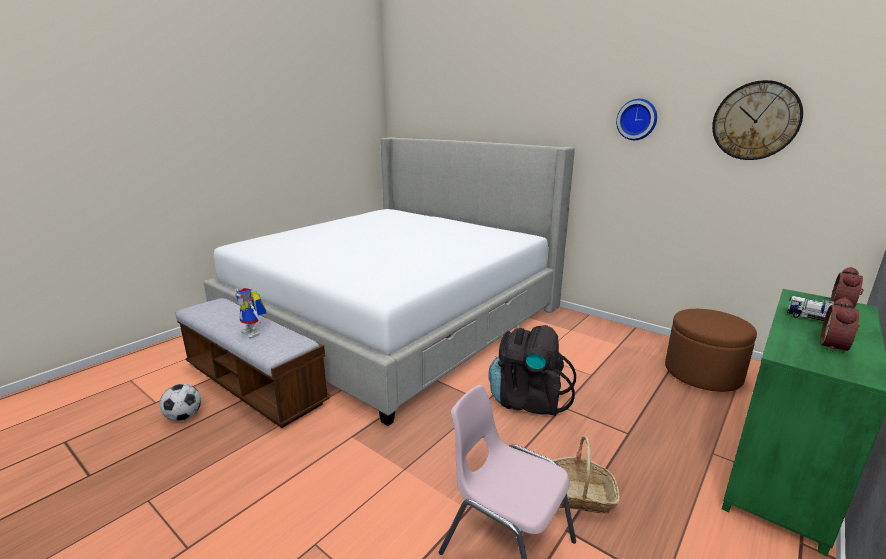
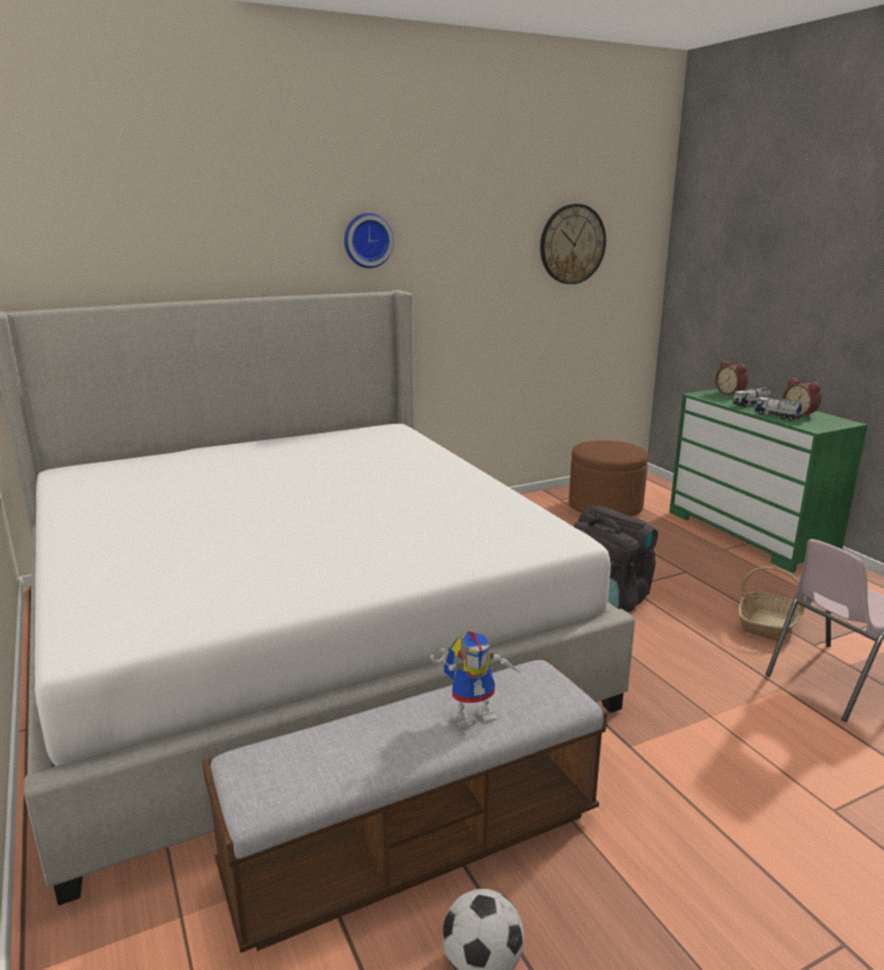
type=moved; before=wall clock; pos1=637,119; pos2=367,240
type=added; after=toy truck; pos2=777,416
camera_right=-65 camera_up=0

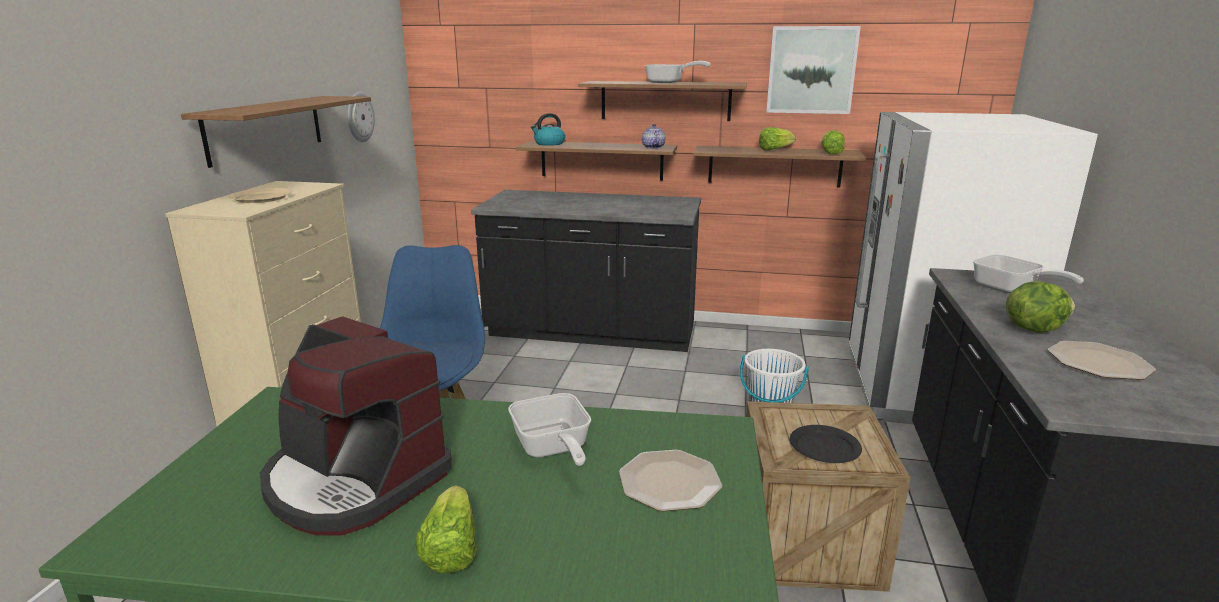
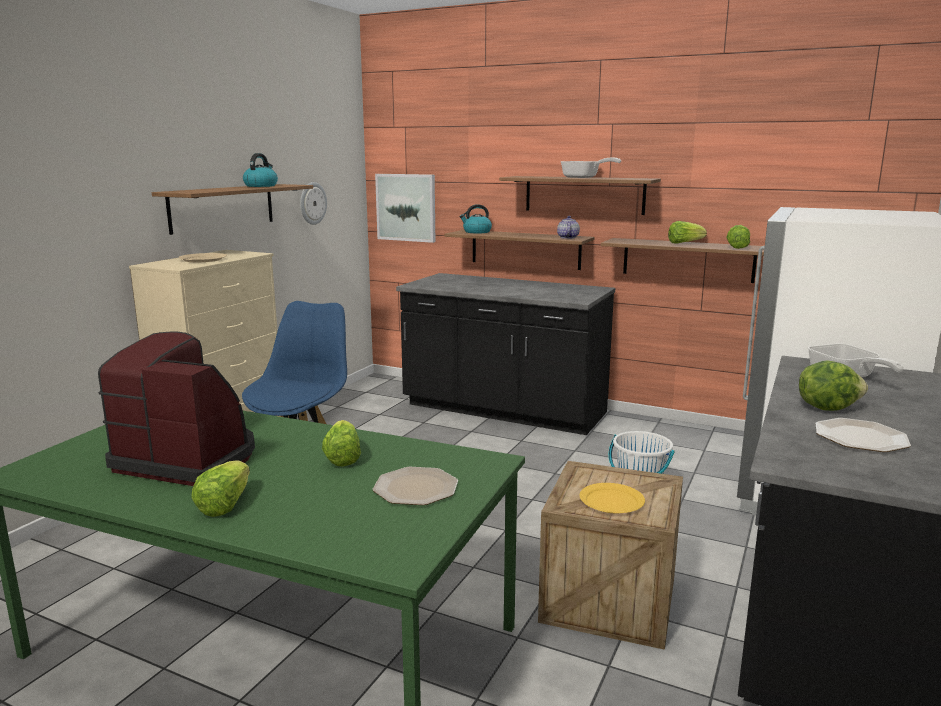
type=moved; before=picture; pos1=811,70; pos2=406,207
type=turned; before=coffee machine; pos1=354,480; pos2=188,459; turn=150
type=replaced; before=frying pan; after=lettuce; pos1=552,449; pos2=343,457
type=recoloured; before=black plate; after=yellow plate; pos1=825,447; pos2=611,501
type=added; after=kettle; pos2=261,186
camera_right=15 camera_up=-5

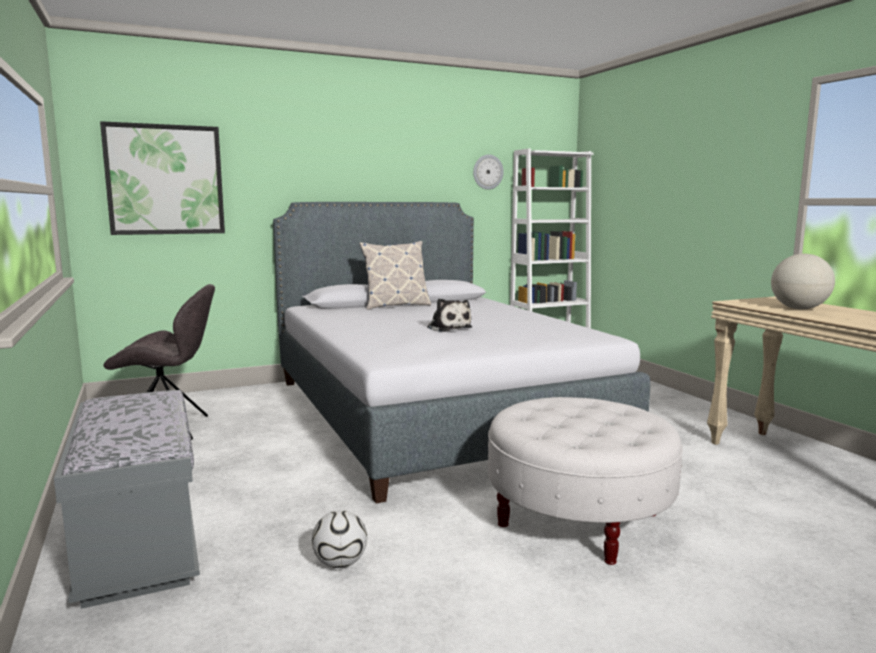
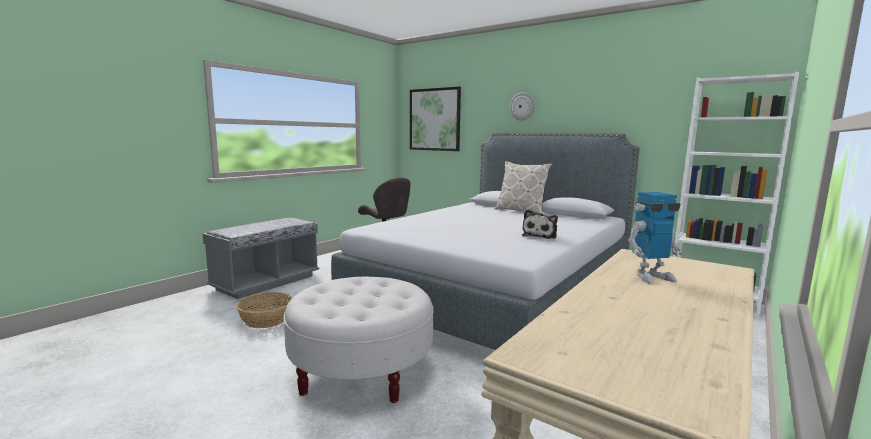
type=moved; before=wall clock; pos1=487,172; pos2=522,106
type=replaced; before=globe; after=toy robot; pos1=799,309; pos2=651,277
type=moved; before=plush toy; pos1=448,328; pos2=540,235
type=replaced; before=football; after=basket; pos1=340,563; pos2=266,319
camera_right=60 camera_up=0

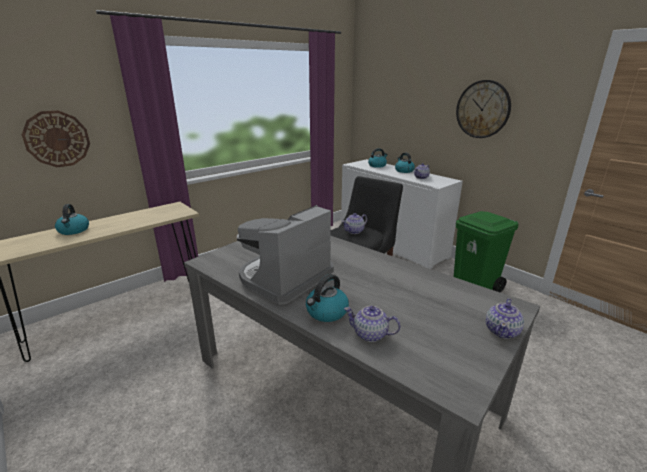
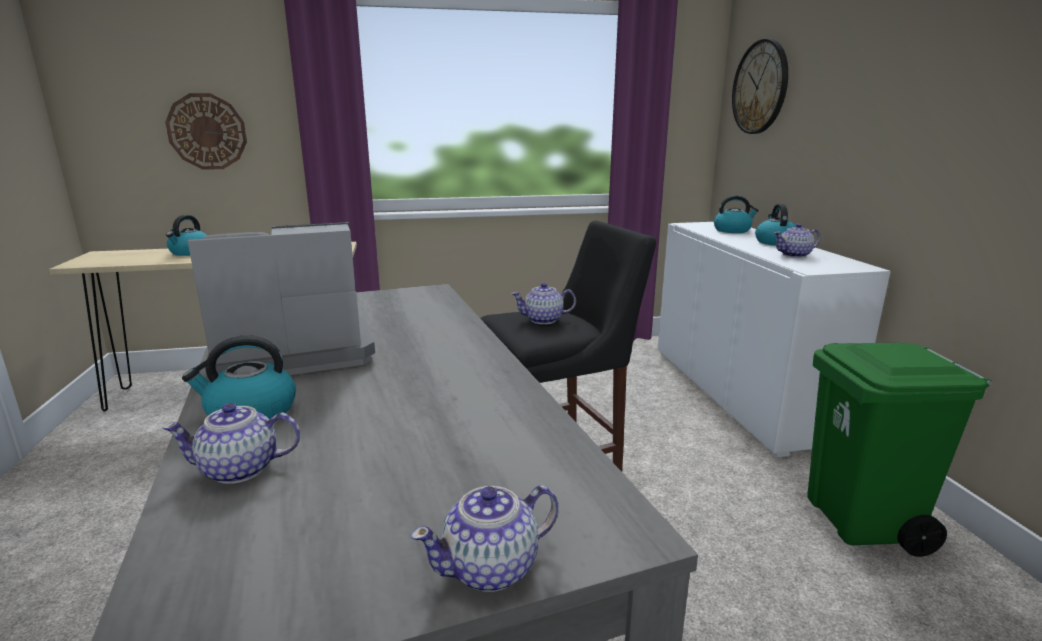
type=moved; before=wall clock; pos1=483,109; pos2=760,87
type=turned; before=teapot; pos1=370,334; pos2=240,469; turn=-60
camera_right=30 camera_up=-5

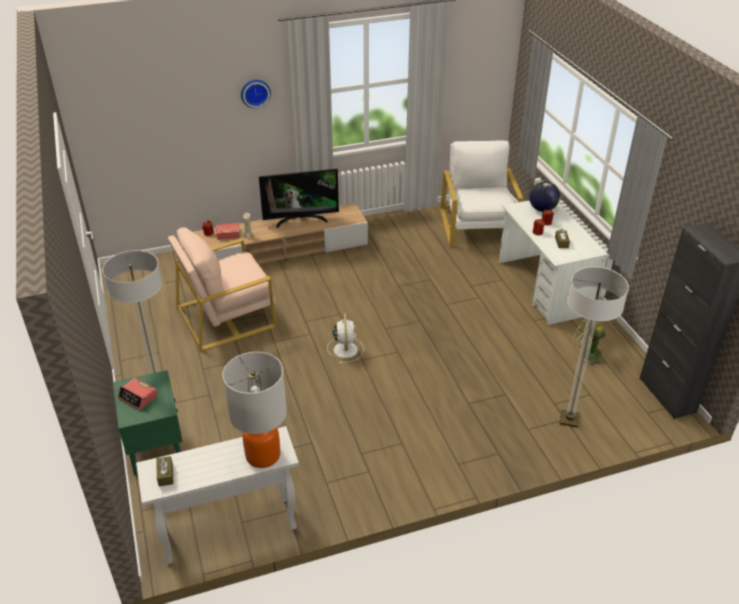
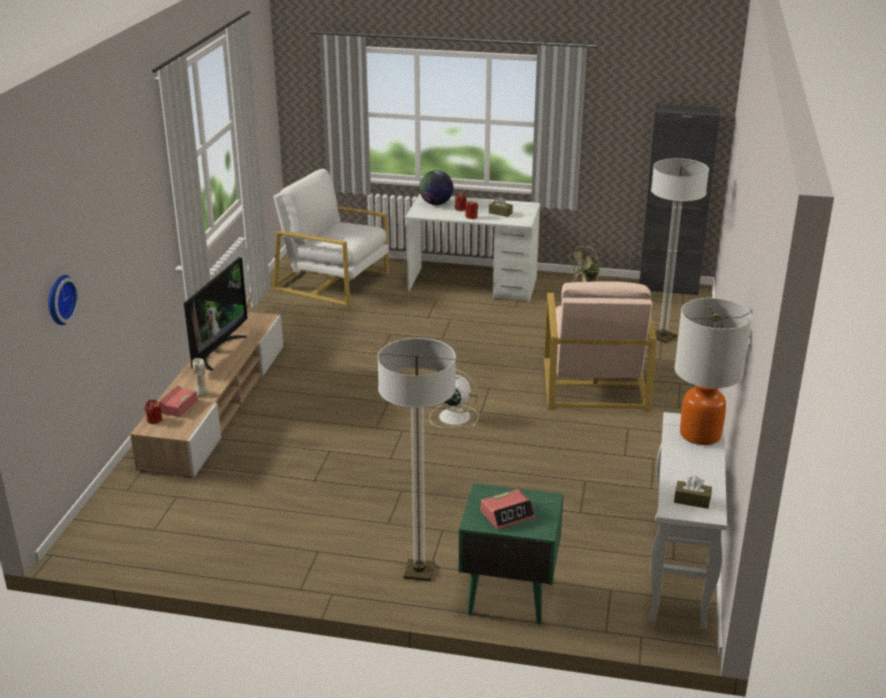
type=moved; before=wall clock; pos1=255,93; pos2=59,299
type=moved; before=beige armchair; pos1=226,316; pos2=595,383
camera_right=-60 camera_up=-10

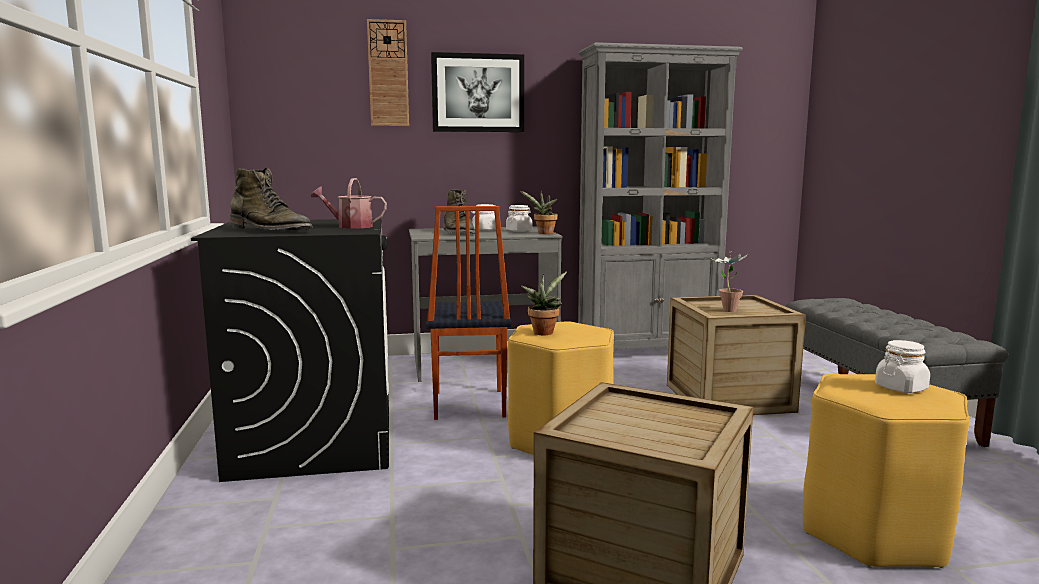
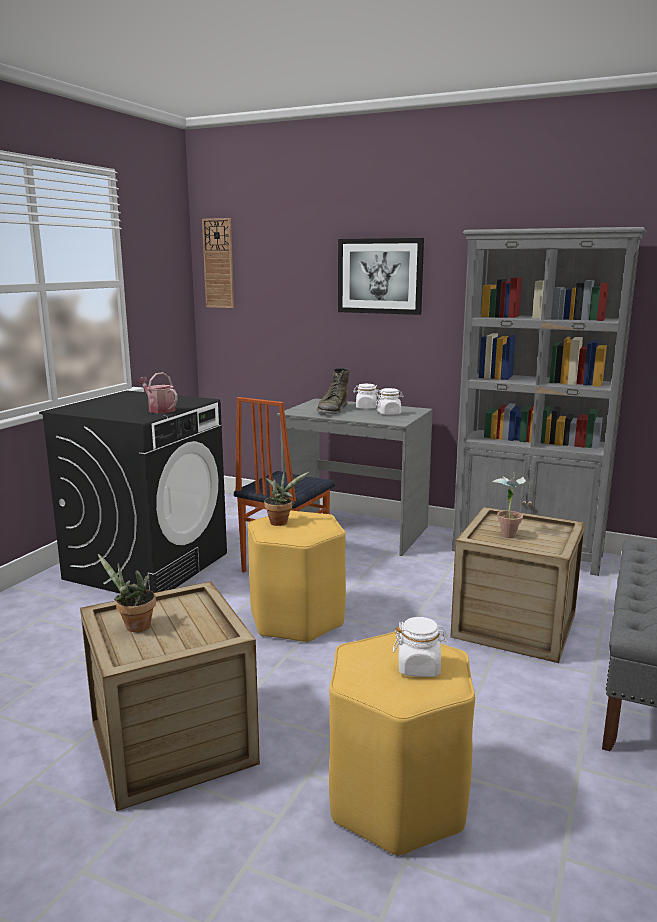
type=moved; before=wall clock; pos1=388,73; pos2=218,263
type=removed; before=green boot; pos1=270,230
type=moved; before=potted plant; pos1=543,233; pos2=134,626
camera_right=35 camera_up=5

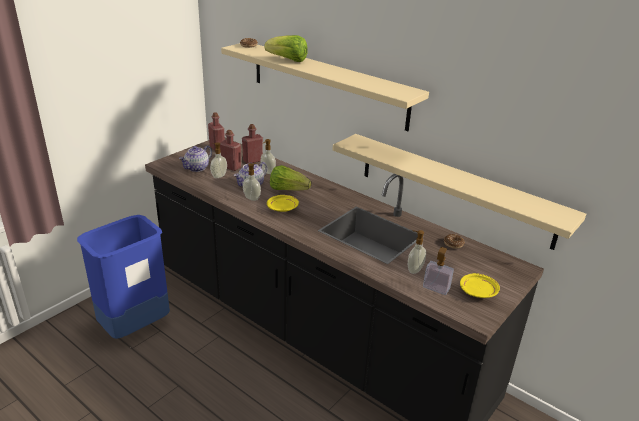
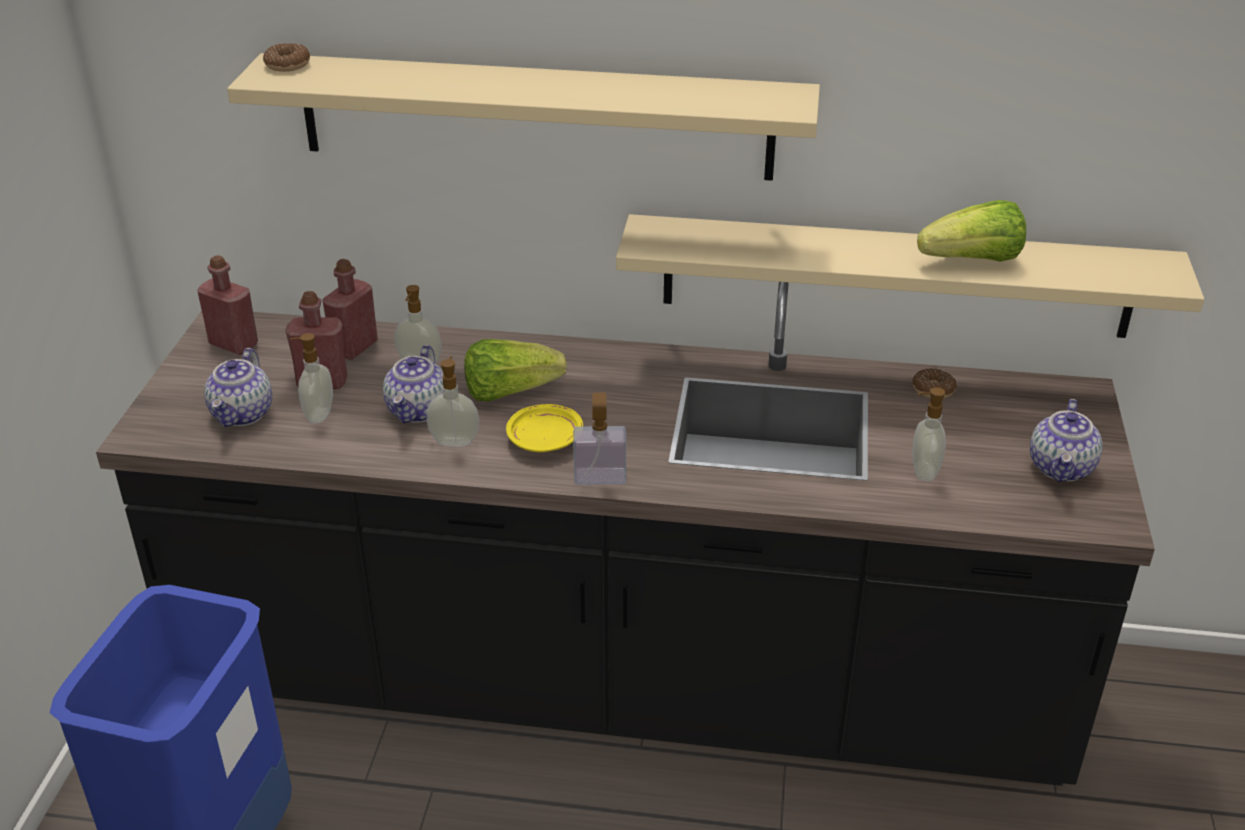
type=moved; before=lettuce; pos1=288,60; pos2=973,261
type=moved; before=soap dispenser; pos1=436,288; pos2=600,476
type=replaced; before=yellow plate; after=teapot; pos1=478,291; pos2=1062,468
camera_right=-30 camera_up=5

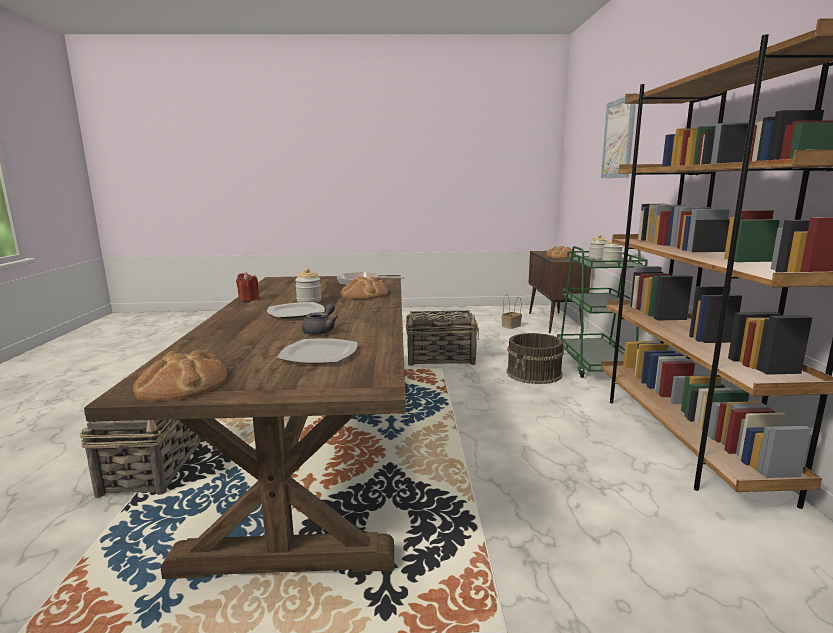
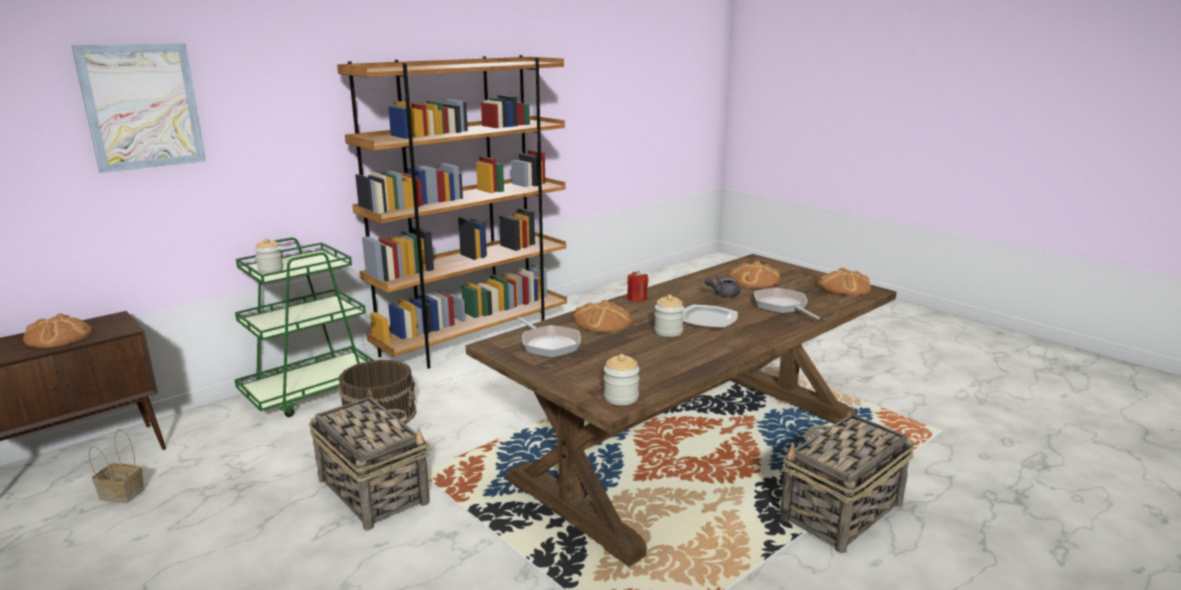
type=moved; before=jar; pos1=611,262; pos2=621,397
type=moved; before=red candle; pos1=248,299; pos2=637,298
type=replaced; before=plate; after=bread; pos1=318,354; pos2=754,280
type=added; after=frying pan; pos2=782,306
camera_right=-130 camera_up=5

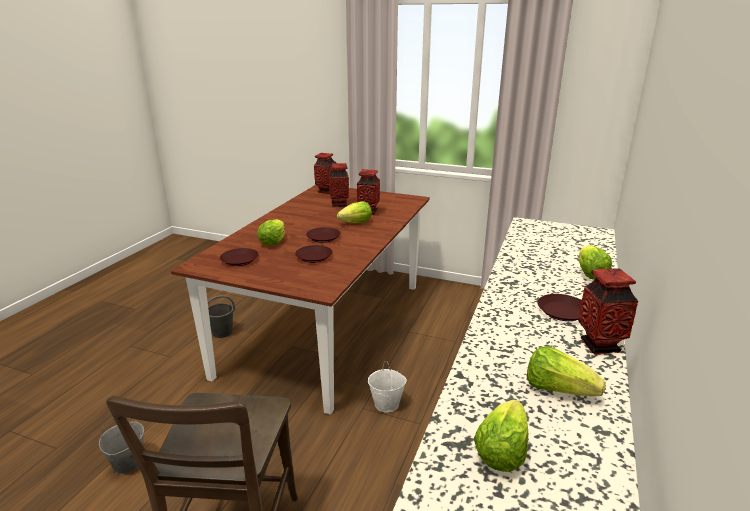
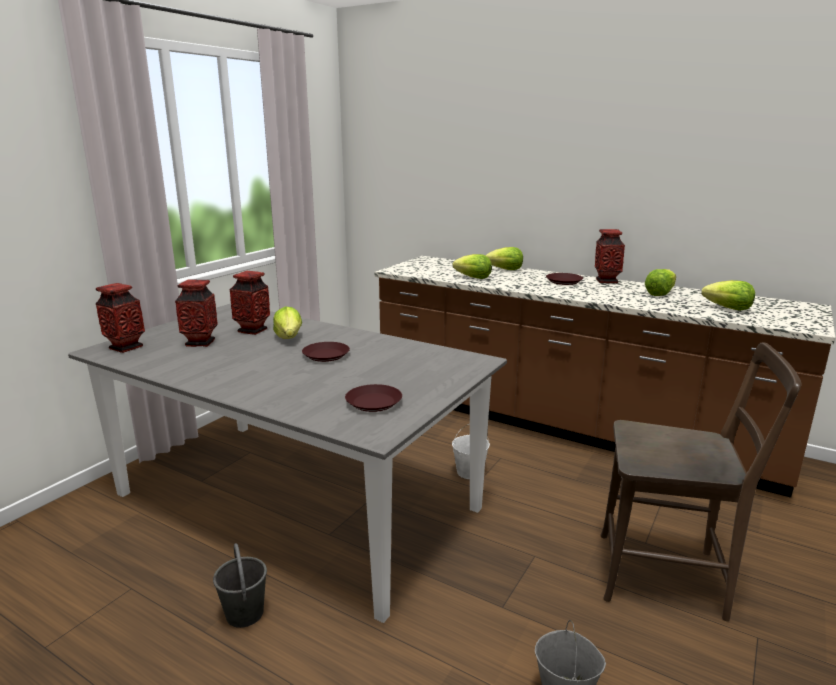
type=recoloured; before=brown dining table; after=grey dining table; pos1=327,327; pos2=297,501
type=moved; before=lettuce; pos1=273,242; pos2=473,278
type=removed; before=brown plate; pos1=314,256
camera_right=-80 camera_up=-5

